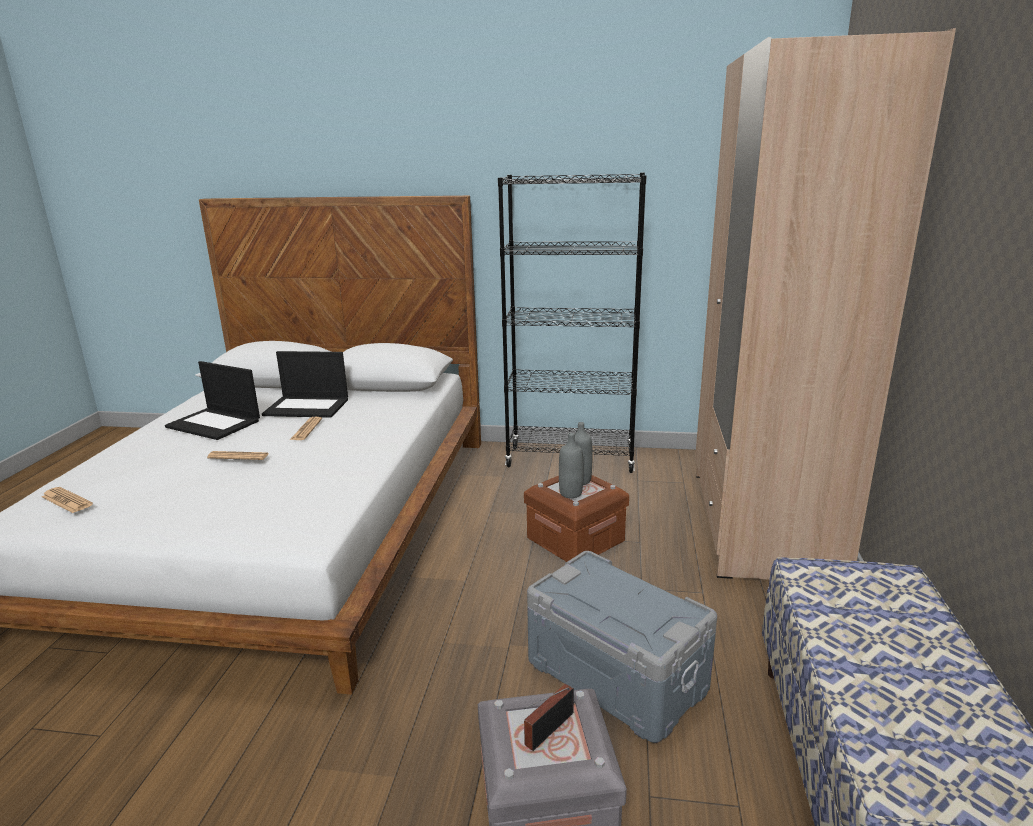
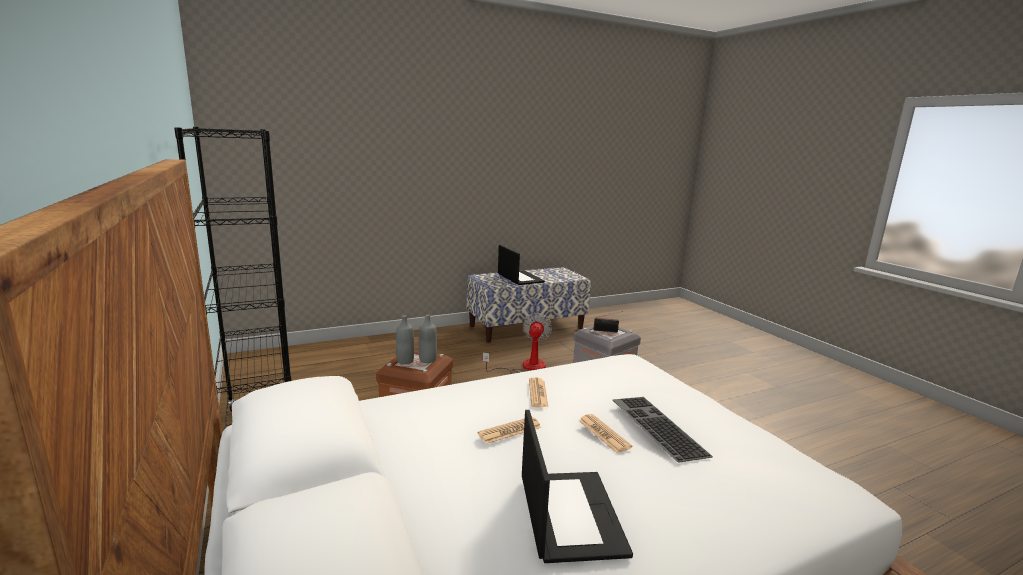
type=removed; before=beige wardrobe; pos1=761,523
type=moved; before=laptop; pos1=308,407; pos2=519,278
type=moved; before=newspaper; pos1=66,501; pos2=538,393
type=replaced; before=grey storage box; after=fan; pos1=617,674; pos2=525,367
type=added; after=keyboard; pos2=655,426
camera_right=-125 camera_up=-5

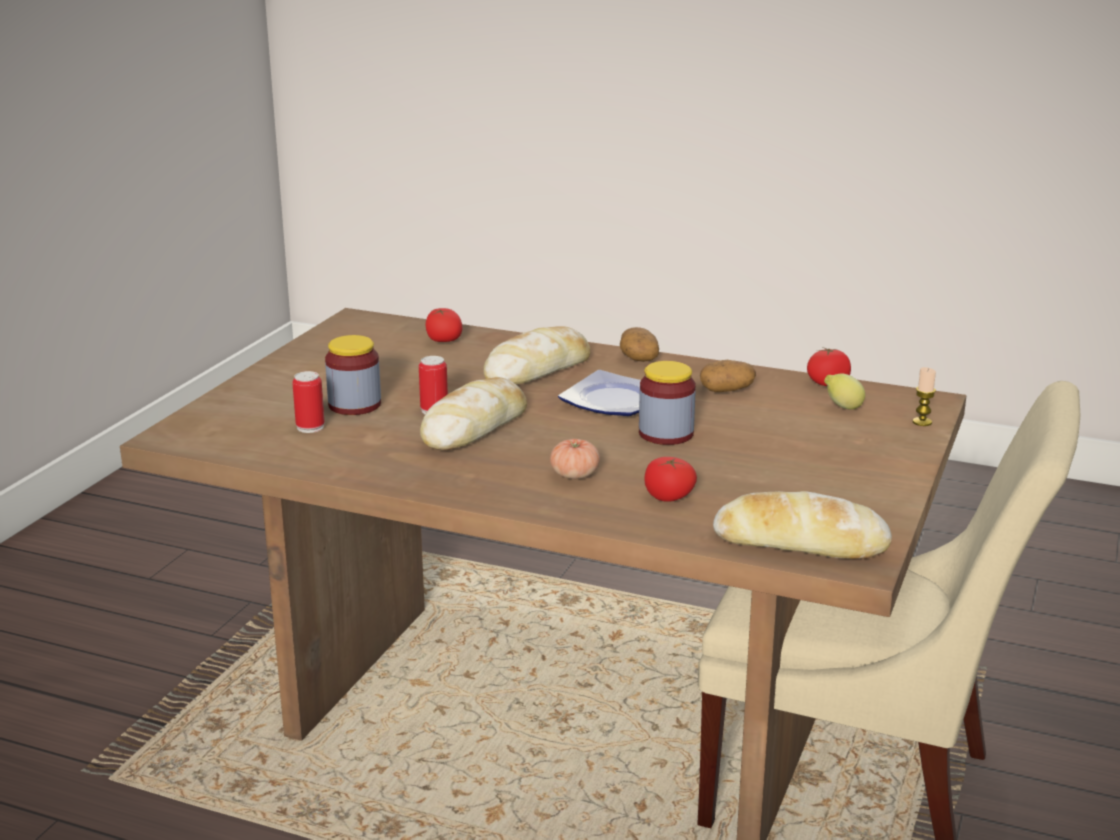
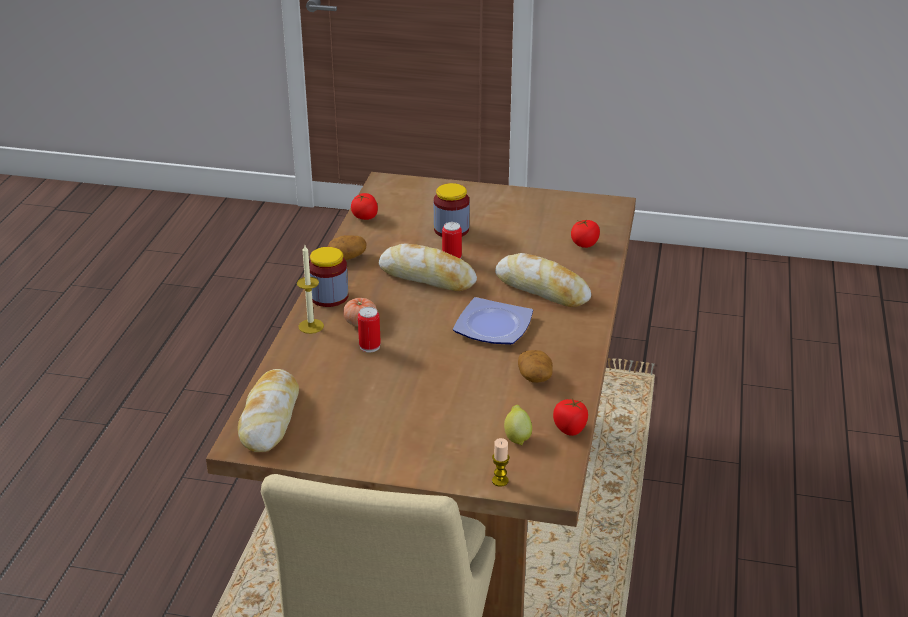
type=moved; before=potato; pos1=638,357; pos2=347,257
type=moved; before=jar; pos1=666,434; pos2=329,296
type=moved; before=can; pos1=310,427; pos2=369,346
type=moved; before=tomato; pos1=669,497; pos2=365,217
type=added; after=candle; pos2=311,326
camera_right=80 camera_up=10

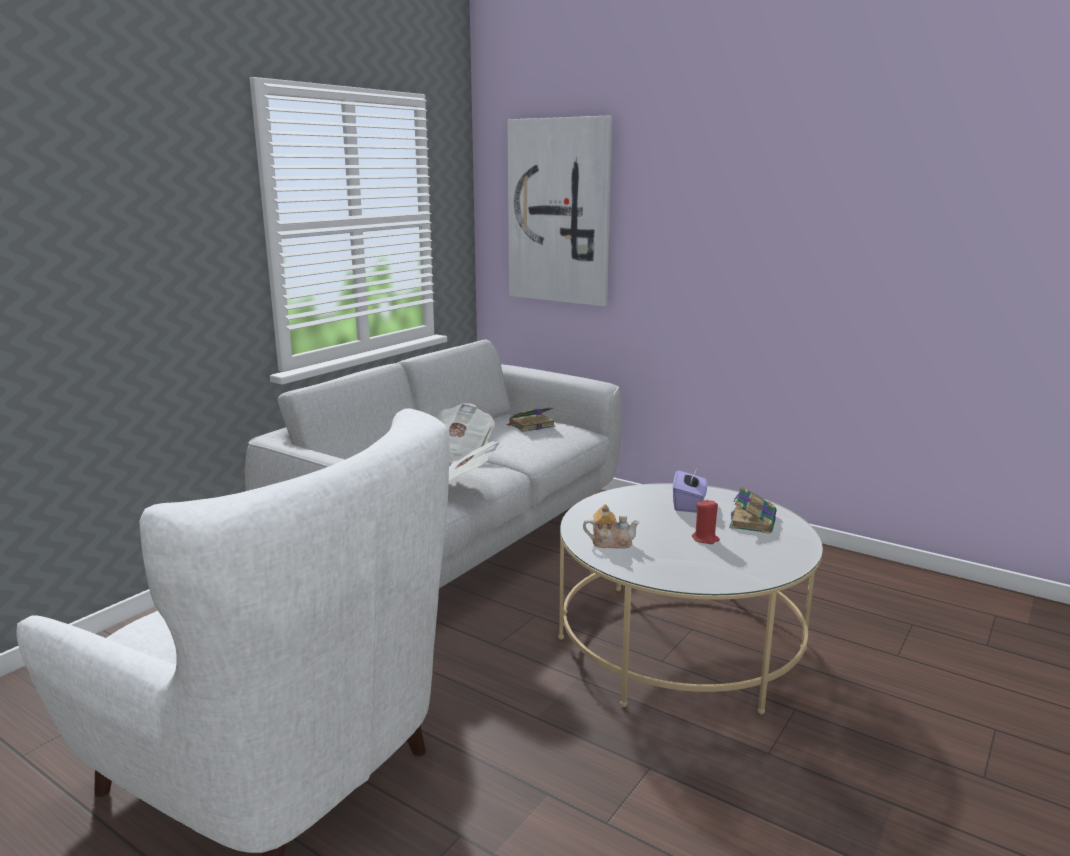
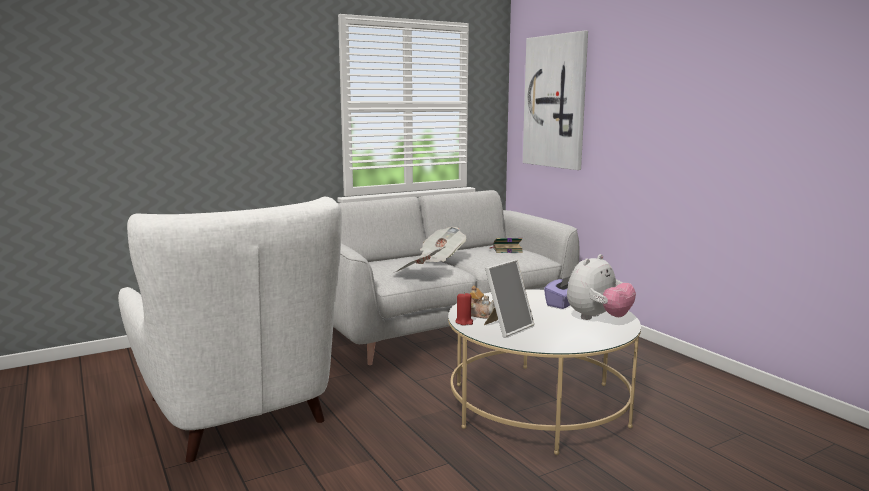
type=replaced; before=book; after=plush toy; pos1=752,520; pos2=598,318
type=moved; before=red candle; pos1=705,539; pos2=464,322
type=added; after=picture frame; pos2=506,327
camera_right=25 camera_up=-5

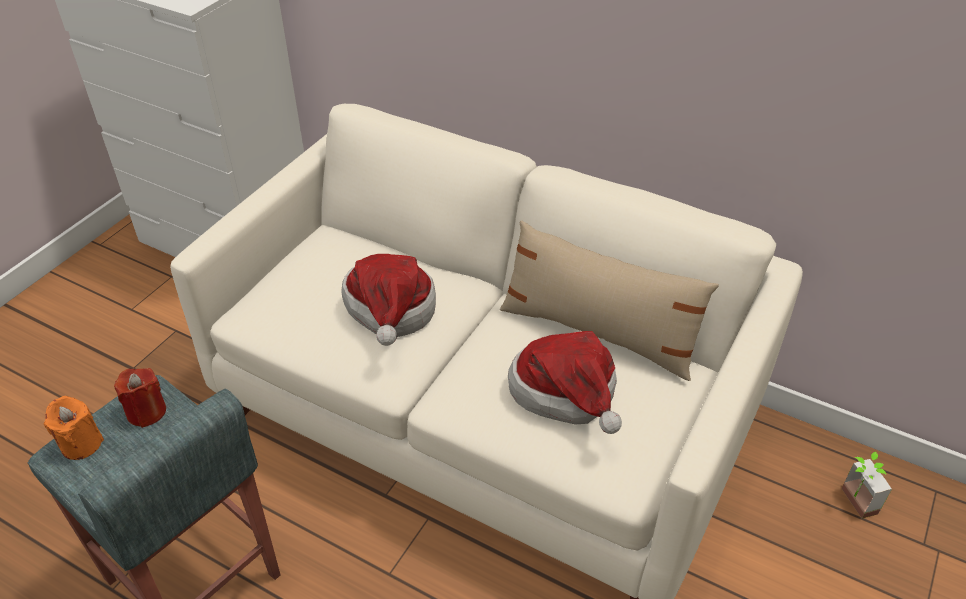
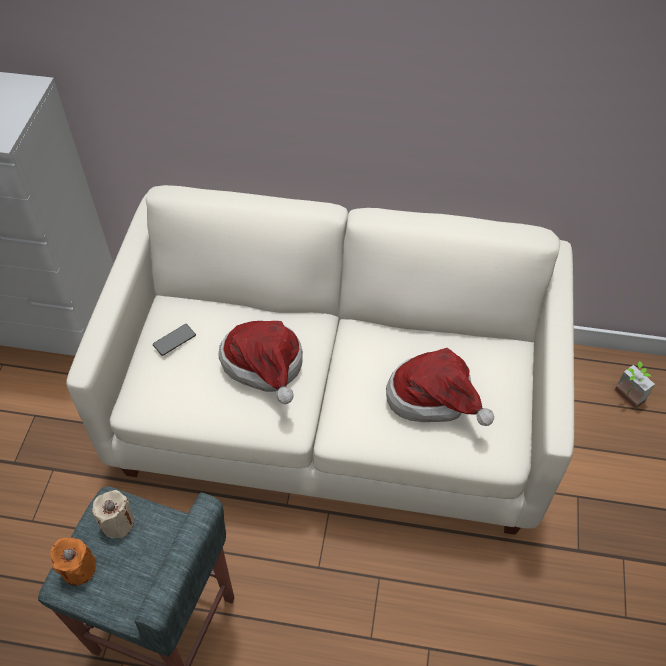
type=removed; before=beige pillow; pos1=598,333
type=recoloured; before=red candle; after=beige candle; pos1=146,412; pos2=117,522
type=added; after=phone; pos2=174,340
camera_right=-20 camera_up=10

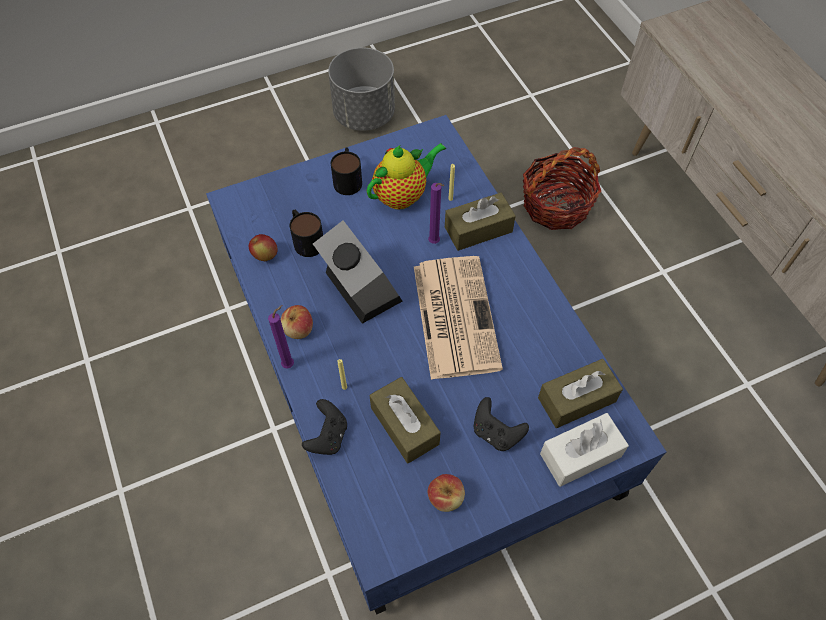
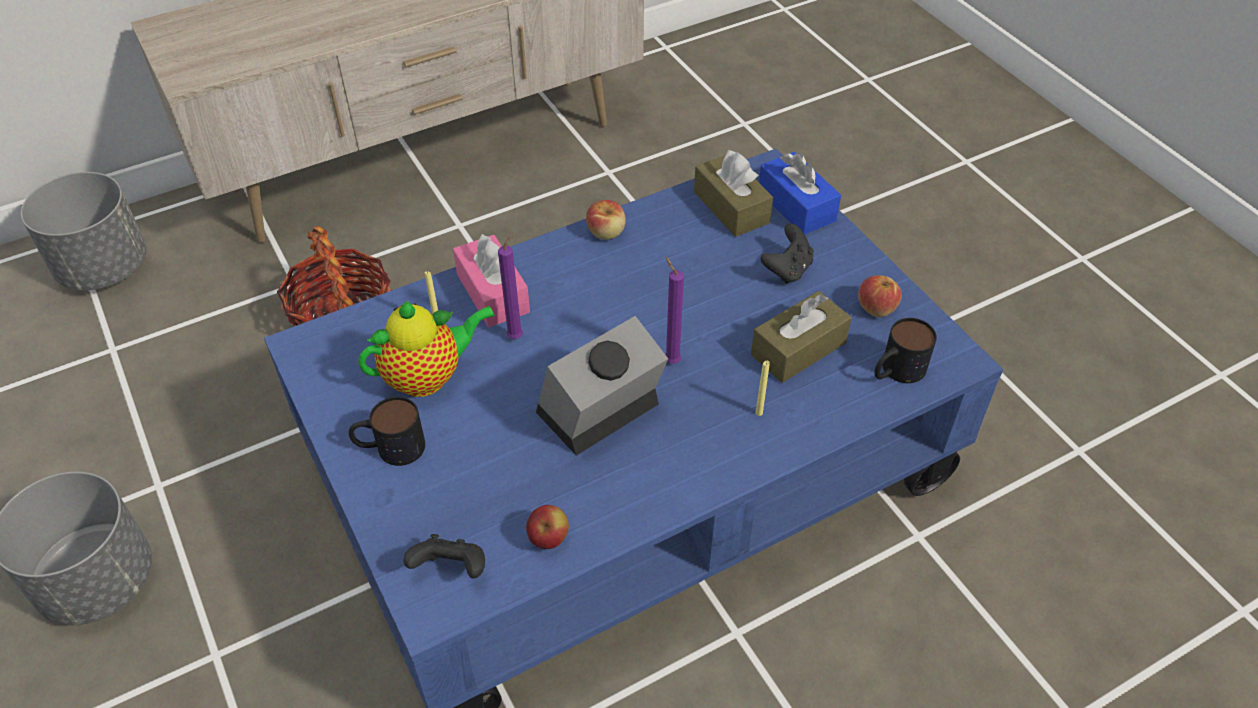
type=turned; before=teapot; pos1=403,195; pos2=428,377; turn=105
type=recoloured; before=brown tissue box; after=pink tissue box; pos1=478,229; pos2=493,293
type=moved; before=mug; pos1=305,239; pos2=896,371
type=removed; before=newspaper; pos1=454,315
type=moved; before=purple candle; pos1=290,364; pos2=670,360
type=moved; before=apple; pos1=298,329; pos2=606,232
type=moved; before=black game controller; pos1=328,436; pos2=451,569
type=recoloured; before=white tissue box; after=blue tissue box; pos1=580,455; pos2=796,206
type=added; after=grey planter; pos2=103,268
camera_right=-95 camera_up=-10

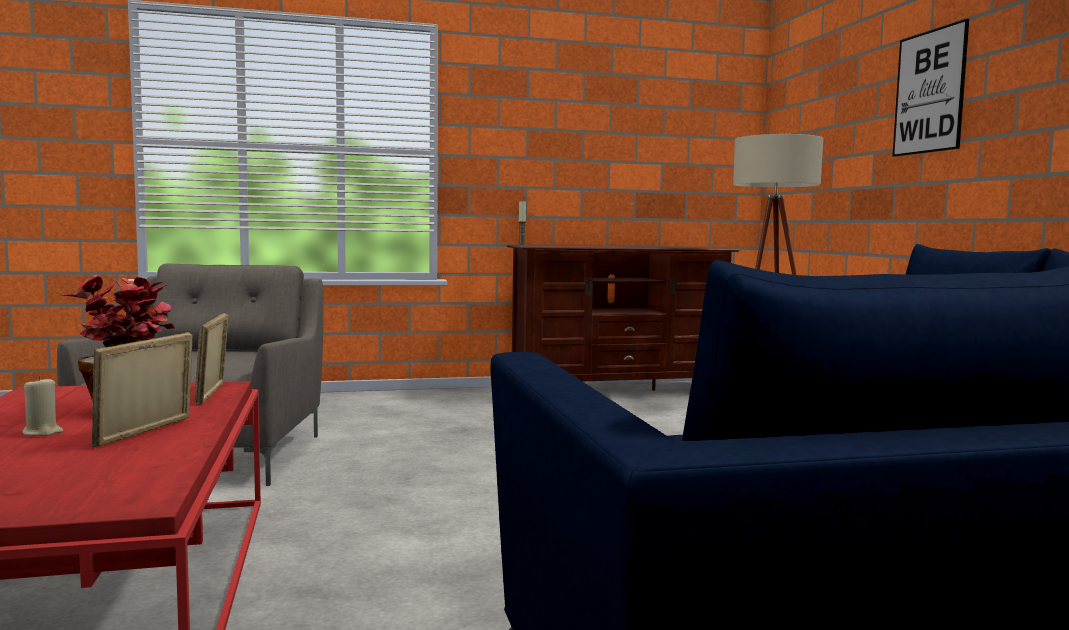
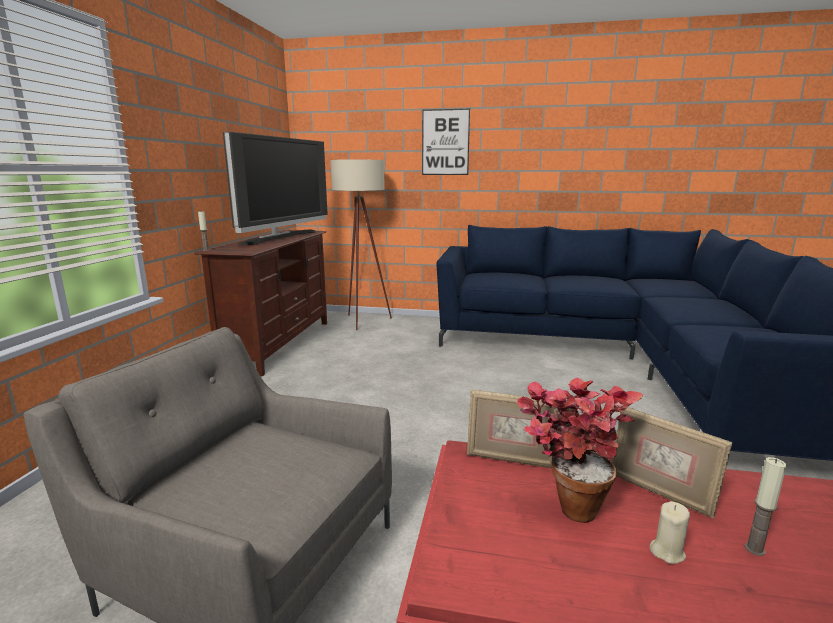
type=added; after=television; pos2=280,237
type=added; after=candle; pos2=754,549
camera_right=-65 camera_up=10

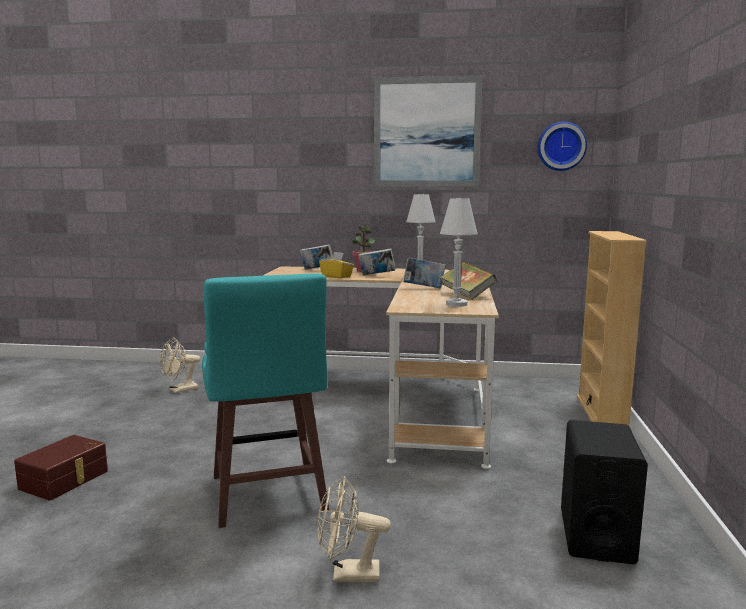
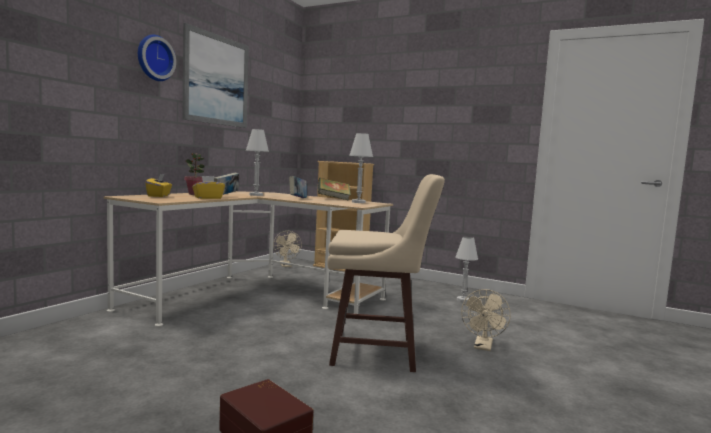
type=moved; before=wall clock; pos1=561,146; pos2=154,58
type=replaced; before=book; after=yellow tissue box; pos1=317,270; pos2=159,196
type=recoloured; before=turquoise stool; after=beige stool; pos1=267,495; pos2=377,352
type=moved; before=beige fan; pos1=180,390; pos2=286,266
type=replaced; before=black speaker; after=white table lamp; pos1=596,535; pos2=463,300
camera_right=-70 camera_up=-5

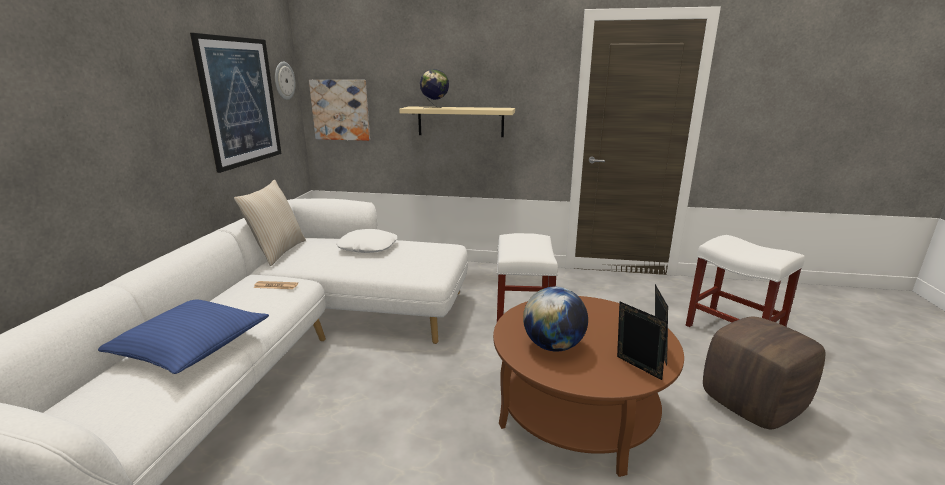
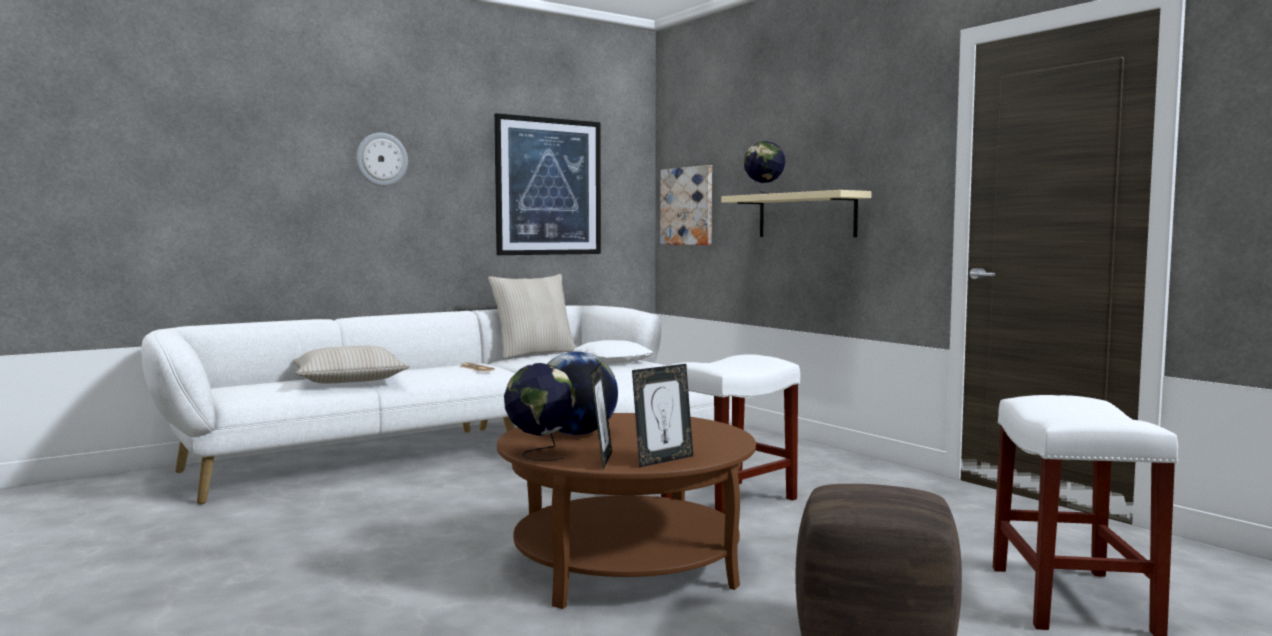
type=moved; before=wall clock; pos1=284,80; pos2=381,159
type=recoloured; before=blue pillow; after=beige pillow; pos1=191,346; pos2=349,380
type=added; after=globe; pos2=540,453
camera_right=45 camera_up=-15

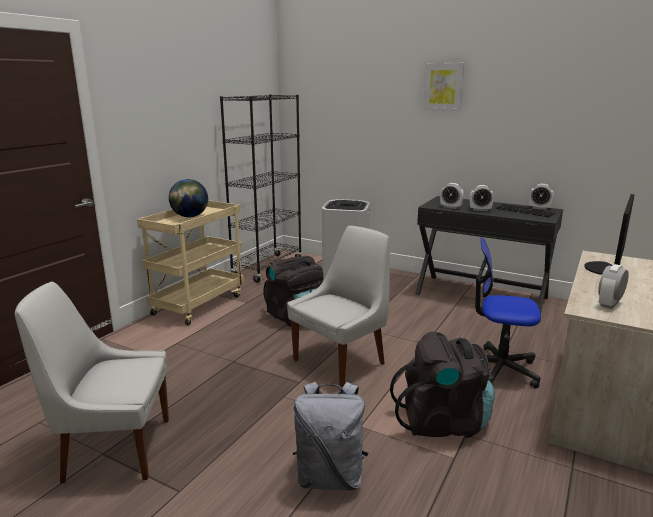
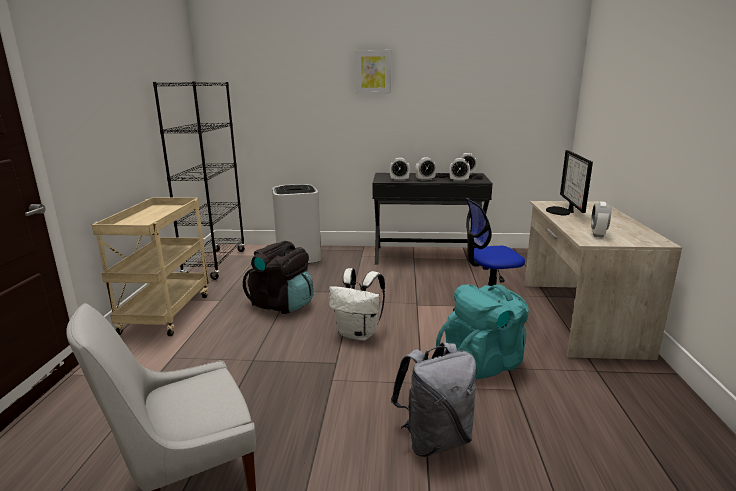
type=removed; before=globe; pos1=190,216
type=replaced; before=white chair; after=white backpack; pos1=341,361; pos2=359,334
type=recoloured; before=black backpack; after=turquoise backpack; pos1=443,422; pos2=483,363
type=added; after=alarm clock; pos2=459,180
camera_right=-25 camera_up=0

